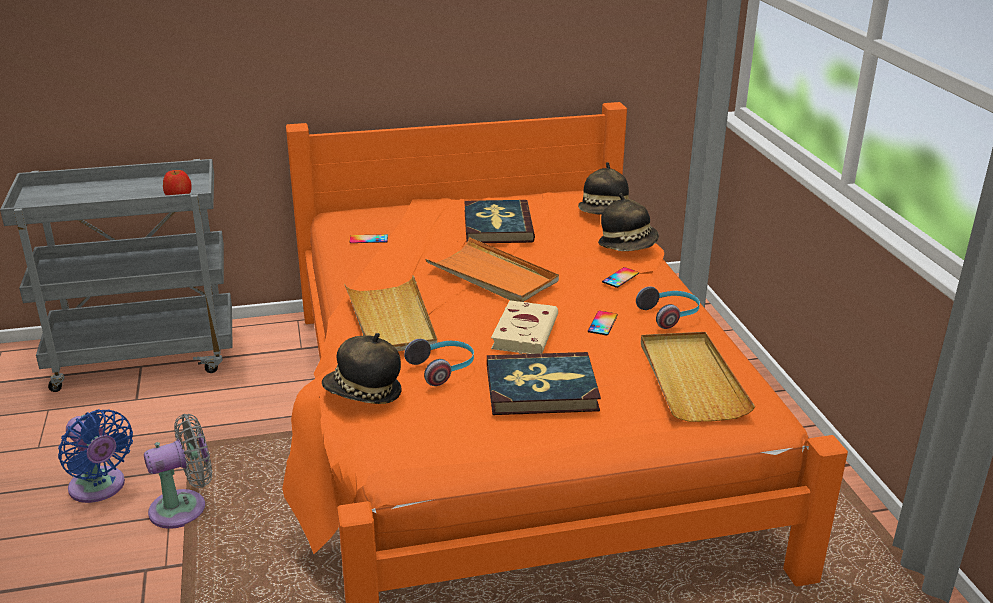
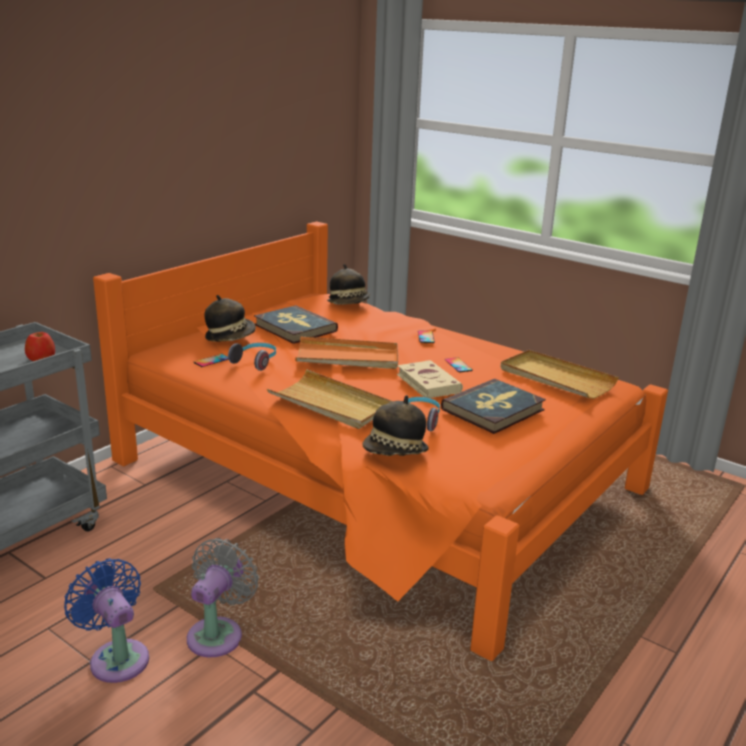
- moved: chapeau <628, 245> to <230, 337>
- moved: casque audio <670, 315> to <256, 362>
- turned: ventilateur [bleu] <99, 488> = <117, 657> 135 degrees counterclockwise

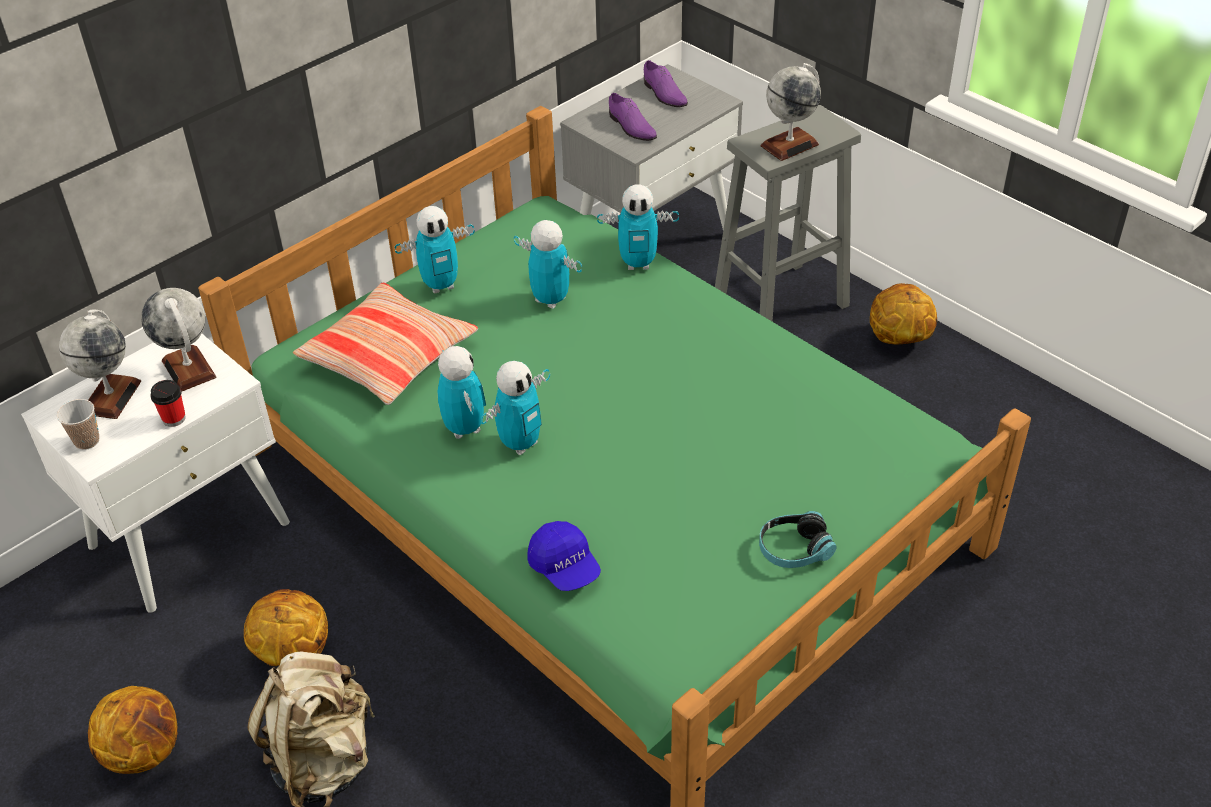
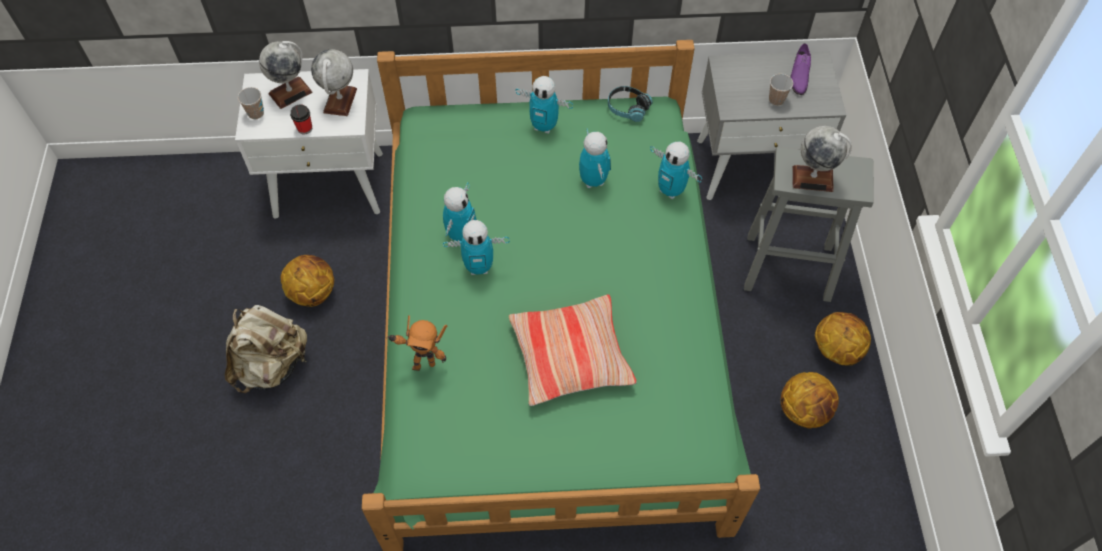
- removed: chaussure [violet] <631, 127>
- moved: coussin <388, 356> to <570, 356>
- moved: casque audio <794, 549> to <628, 108>
- replaced: casquette [bleu] <565, 567> to robot jouet <423, 363>
- moved: ballon de basket <145, 752> to <804, 411>
- added: tasse <776, 100>

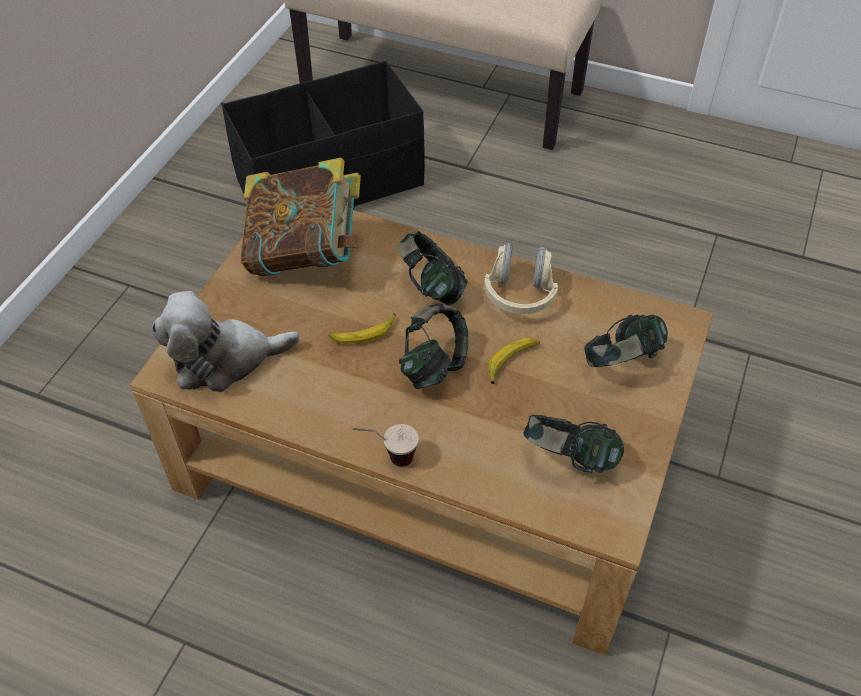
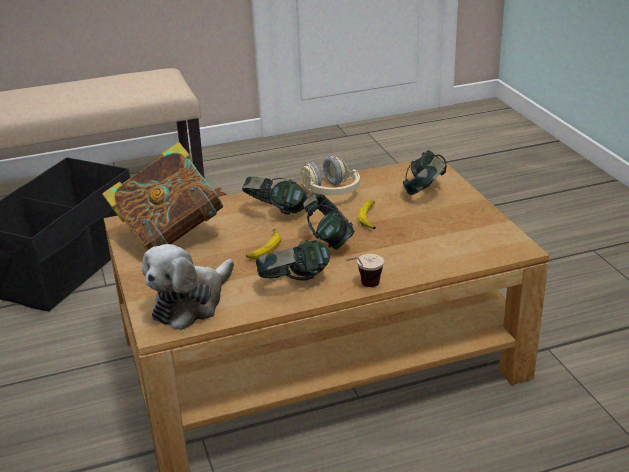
- moved: casque audio <569, 459> to <294, 283>

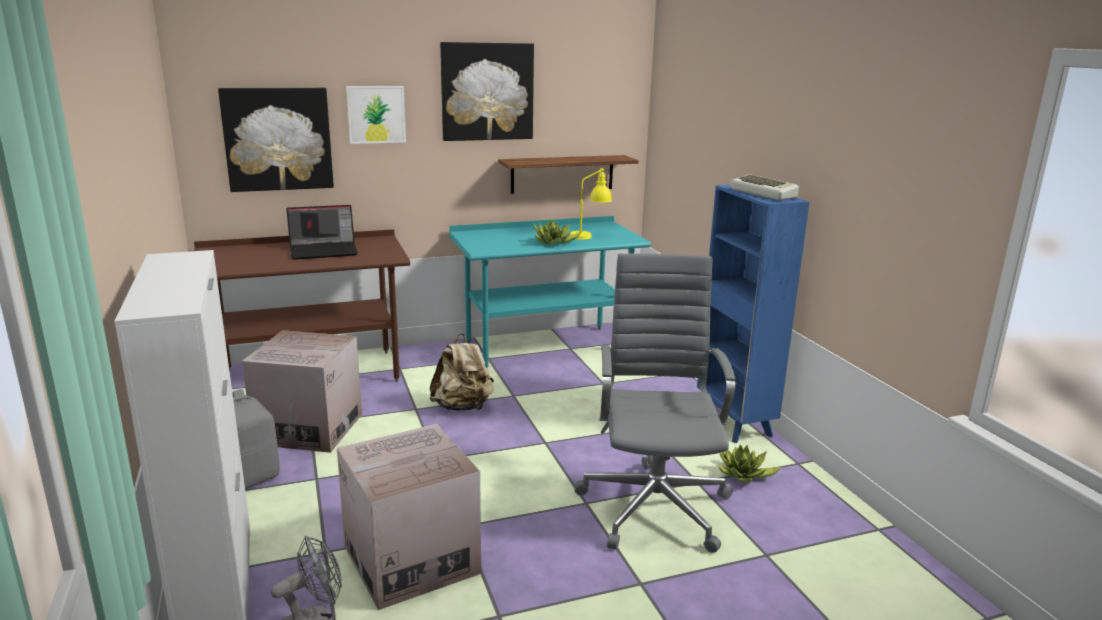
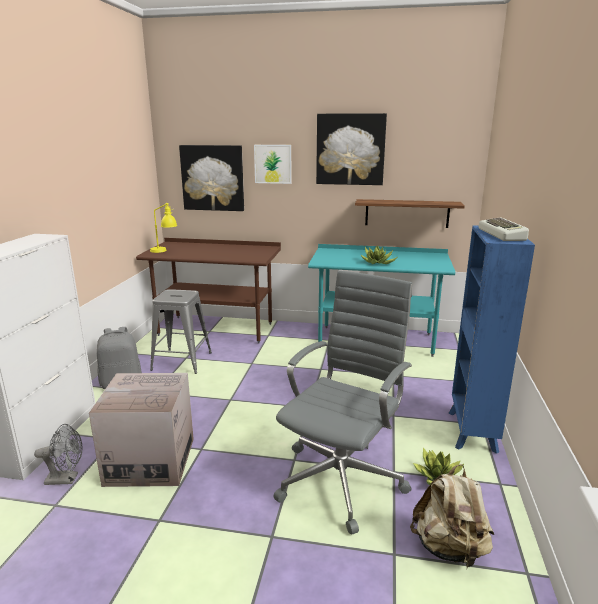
- moved: lampe de table [jaune] <589, 236> to <165, 251>
- removed: ordinateur portable <324, 251>
- replaced: carton <309, 429> to tabouret [gris] <182, 361>
- moved: sac à dos [beige] <463, 407> to <449, 548>

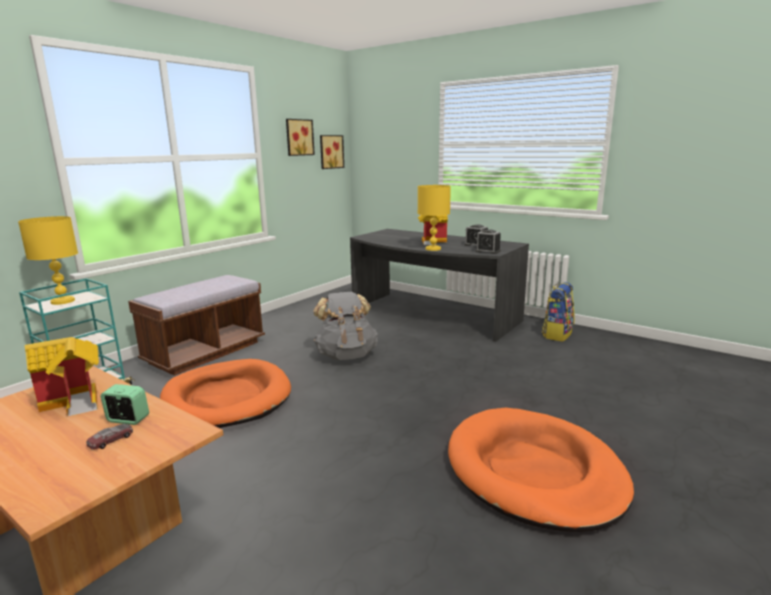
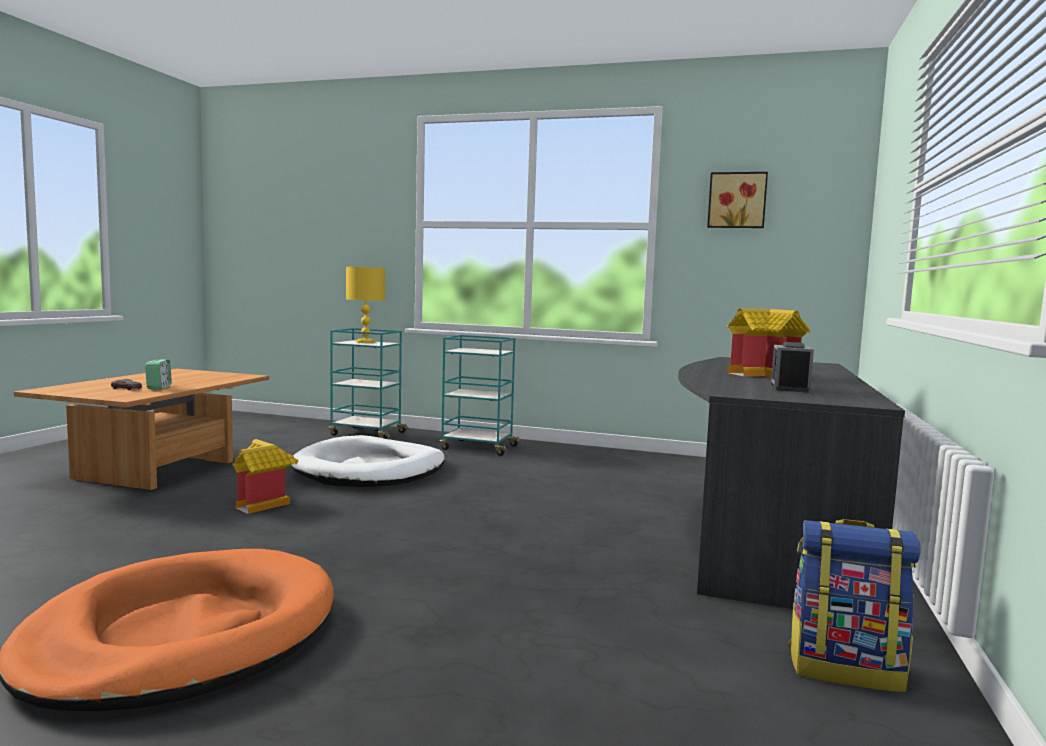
- removed: tableau <330, 152>
- removed: lampe de table [jaune] <432, 249>
- removed: réveil <487, 251>
- replaced: banc [marron] <205, 352> to chariot [turquoise] <478, 447>
- removed: sac à dos [gris] <346, 355>
- moved: maison miniature <77, 401> to <264, 504>
- recoloured: panier pour chien [orange] <227, 398> to panier pour chien [blanc] <370, 470>

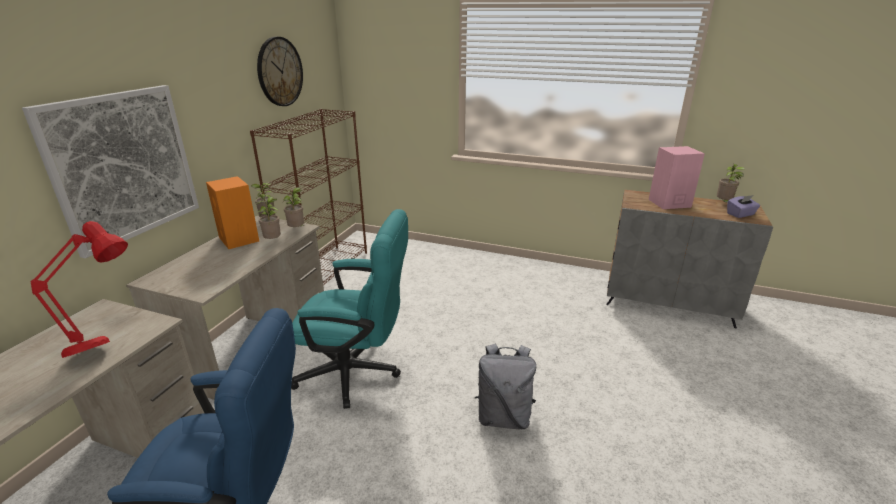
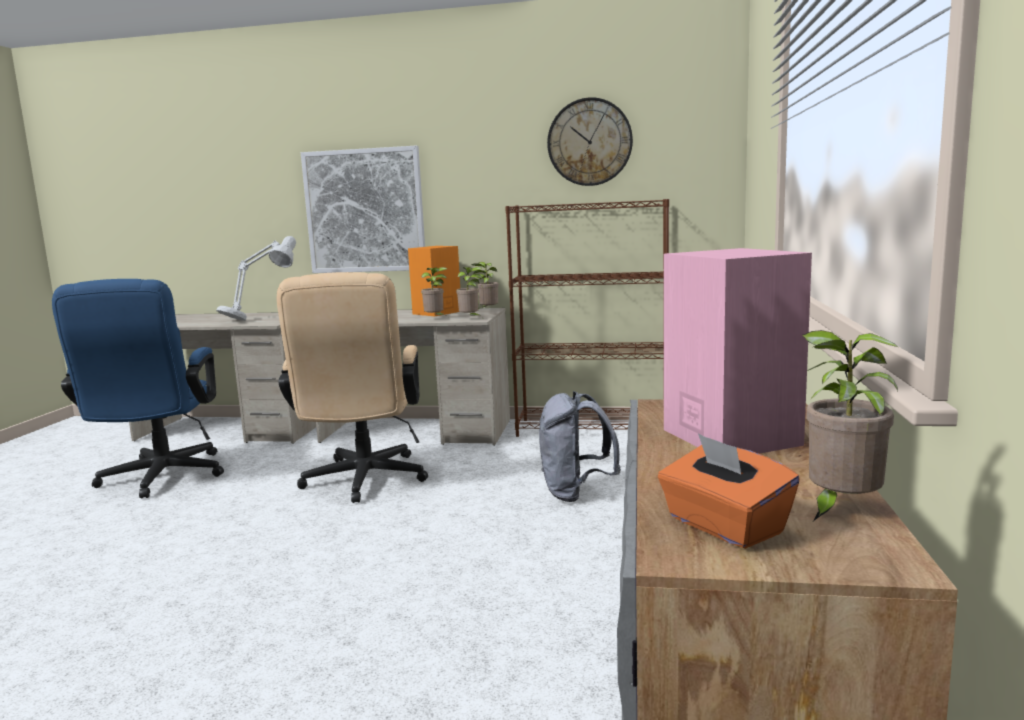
- recoloured: boîte à mouchoirs [violet] <740, 214> to boîte à mouchoirs [orange] <724, 526>
- recoloured: chaise de bureau [turquoise] <357, 373> to chaise de bureau [beige] <363, 482>
- recoloured: lampe de table [rouge] <103, 335> to lampe de table [gris] <260, 319>
- moved: sac à dos [gris] <503, 417> to <575, 493>

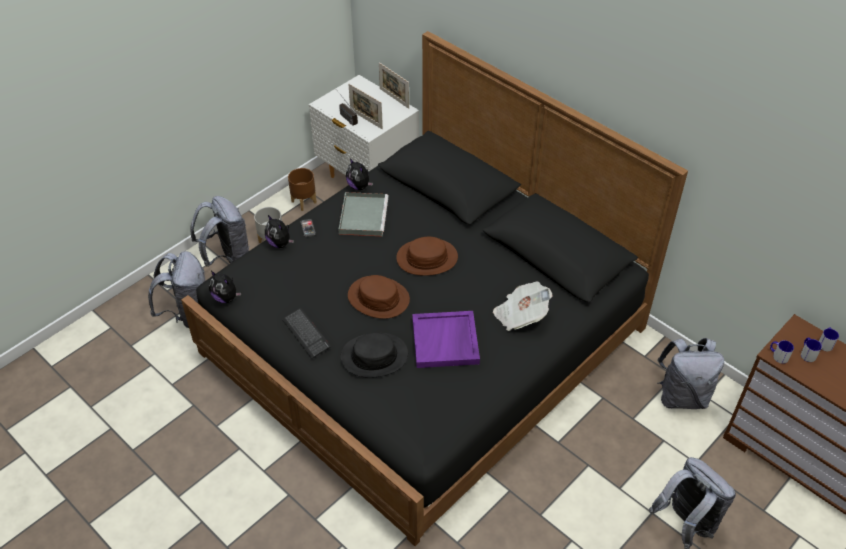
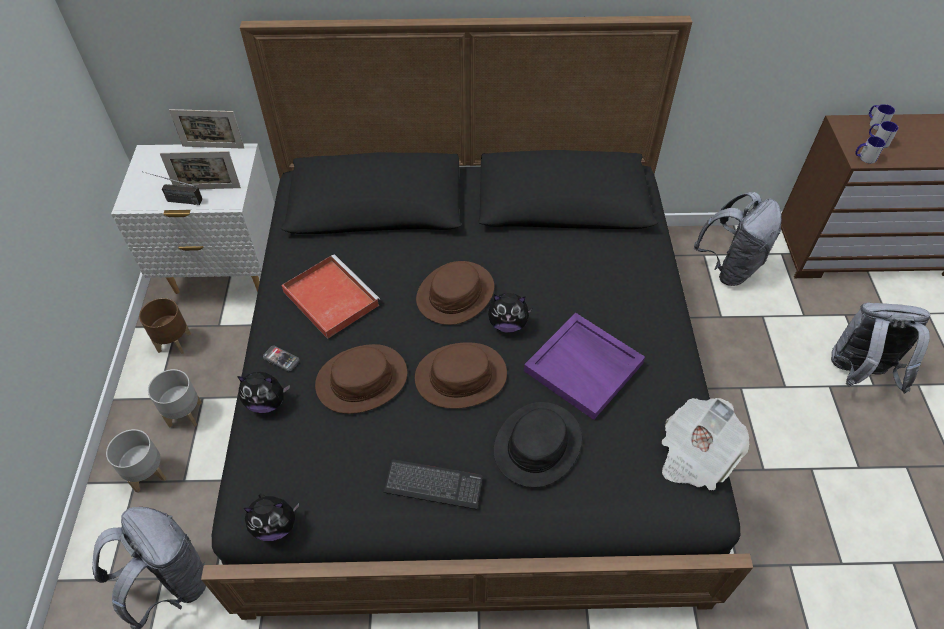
- moved: peluche <359, 186> to <508, 324>
- recoloured: plateau [gris] <363, 215> to plateau [rouge] <329, 297>
- replaced: sac à dos [gris] <227, 257> to cache-pot [gris] <147, 474>
- moved: journal <520, 315> to <695, 455>
- added: chapeau [marron] <361, 379>

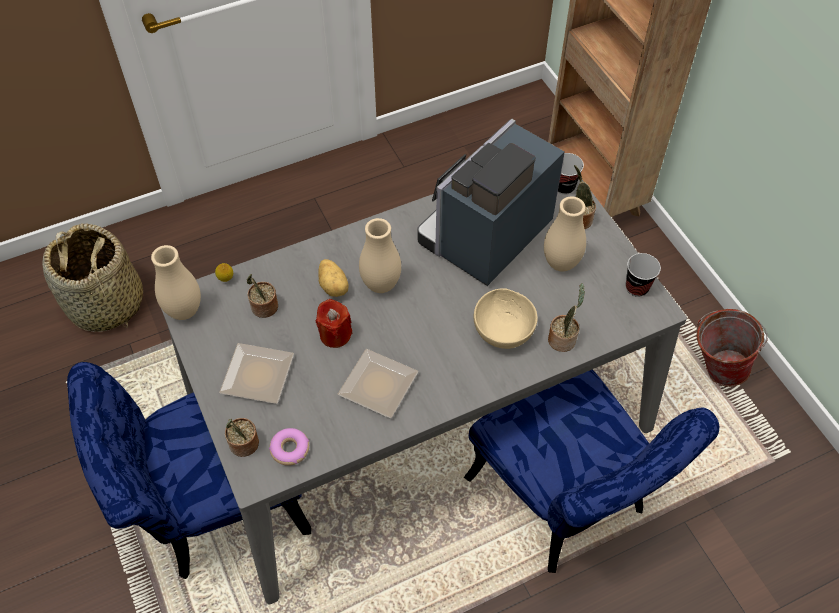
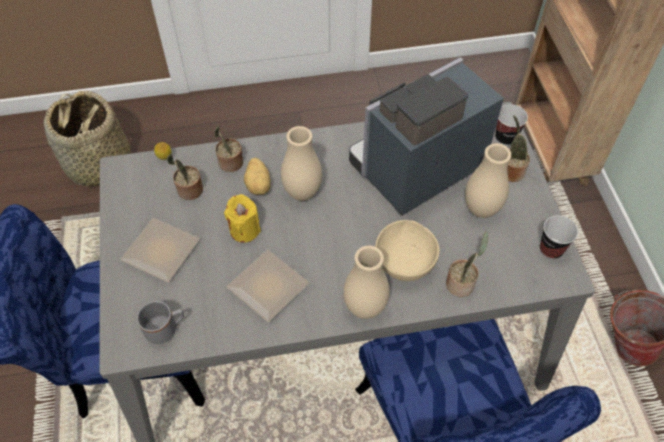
- moved: vase [beige] <184, 311> to <365, 308>
- recoloured: bougie [rouge] <335, 334> to bougie [jaune] <244, 230>
- moved: plante en pot <243, 445> to <230, 164>
- replaced: beignet <290, 449> to mug [gris] <165, 329>

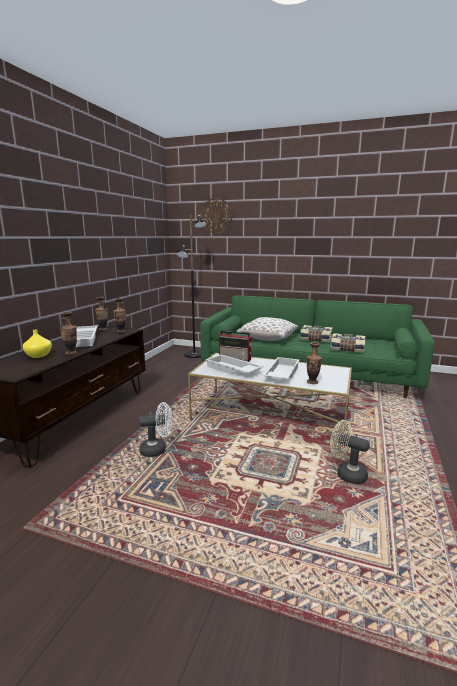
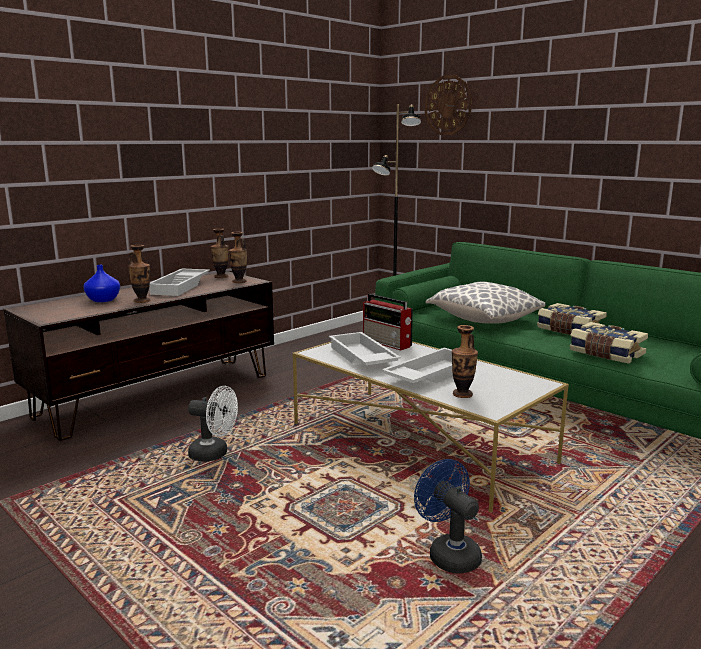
- recoloured: vase [jaune] <38, 356> to vase [bleu] <102, 300>
- recoloured: ventilateur [beige] <346, 474> to ventilateur [bleu] <448, 554>

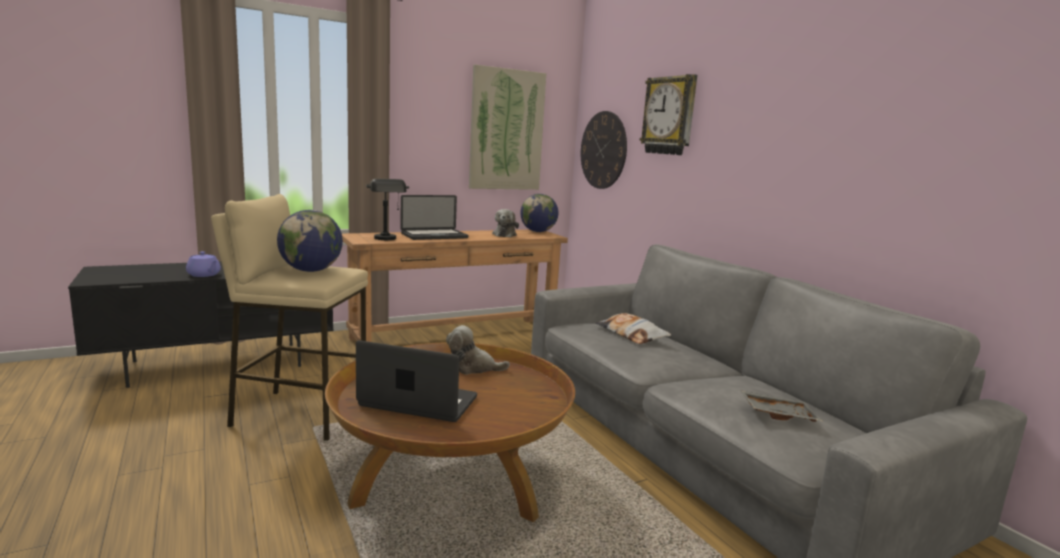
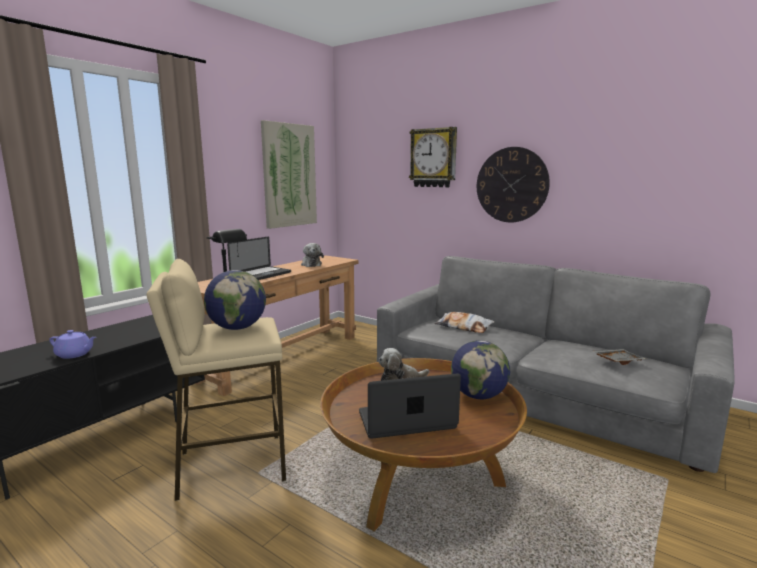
- moved: horloge murale <603, 150> to <511, 185>
- moved: globe <538, 231> to <478, 396>

